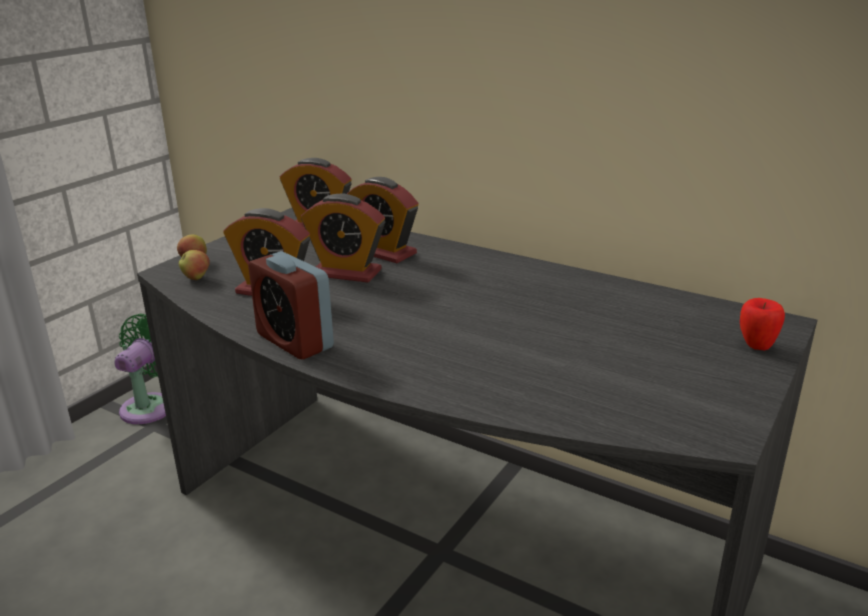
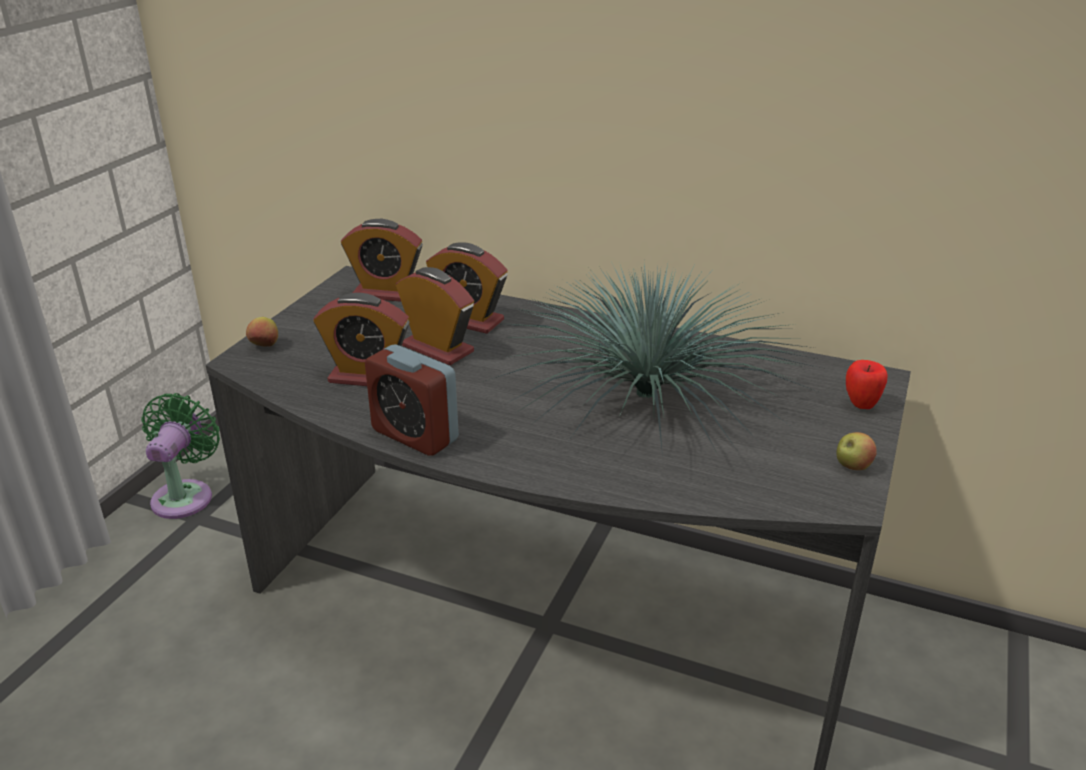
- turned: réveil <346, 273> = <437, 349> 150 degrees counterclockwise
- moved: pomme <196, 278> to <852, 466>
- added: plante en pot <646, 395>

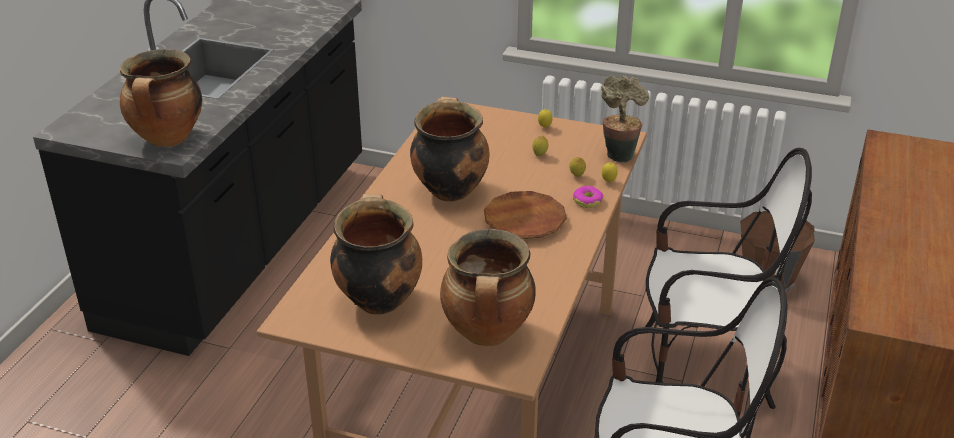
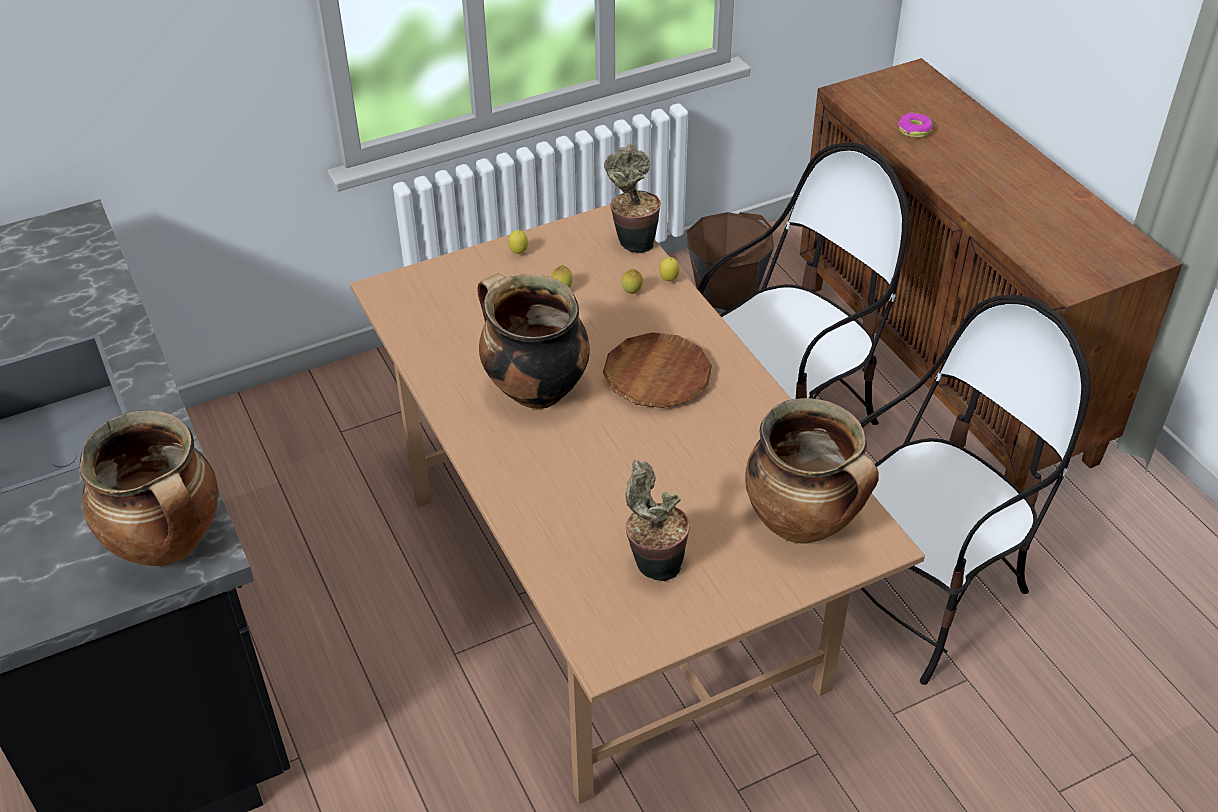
- moved: beignet <587, 201> to <914, 130>
- replaced: marmite <378, 299> to plante en pot <653, 565>

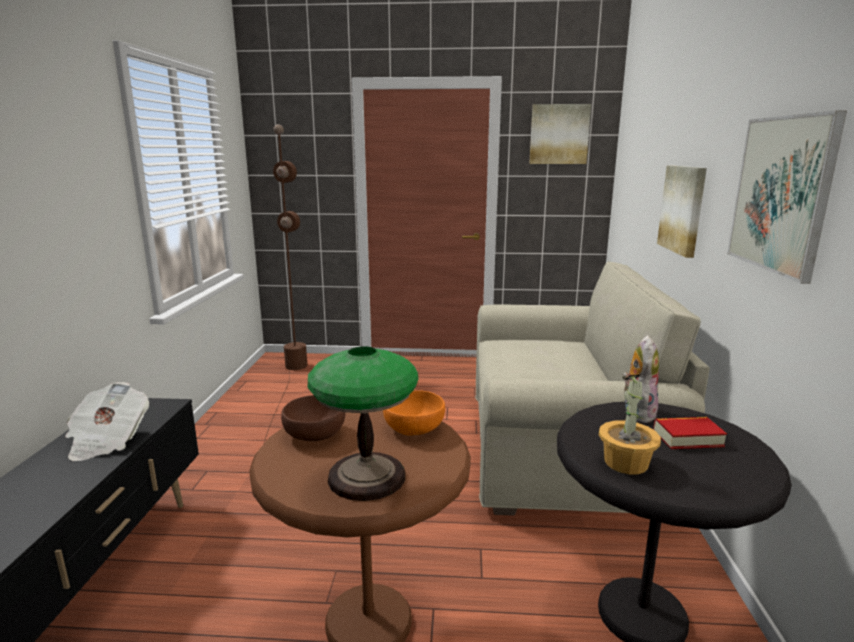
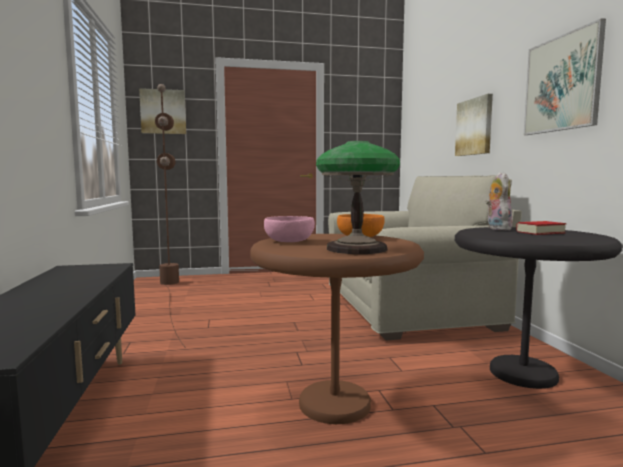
- moved: tableau <559, 134> to <163, 112>
- removed: plante en pot <626, 463>
- removed: journal <108, 440>
- recoloured: bol [marron] <314, 433> to bol [rose] <288, 241>

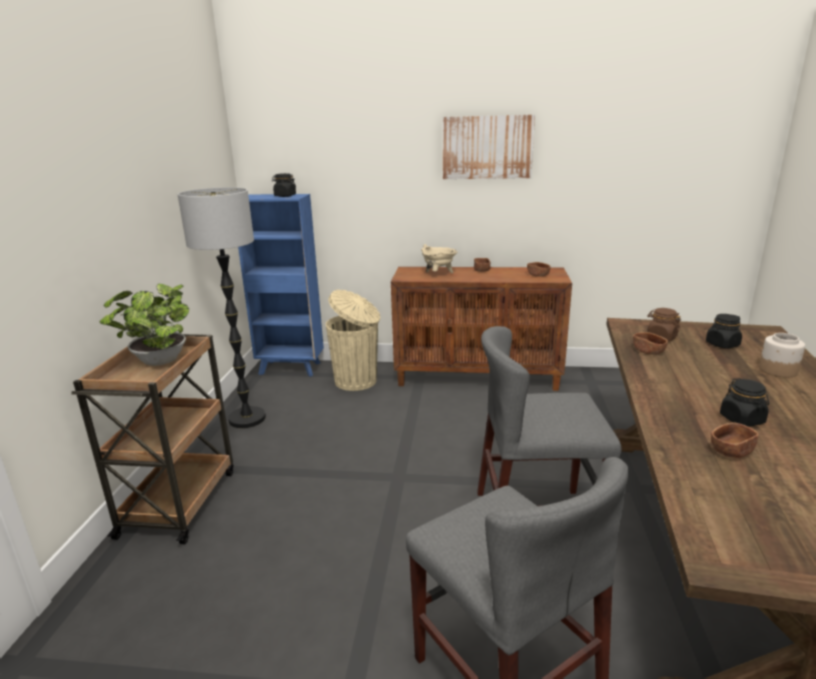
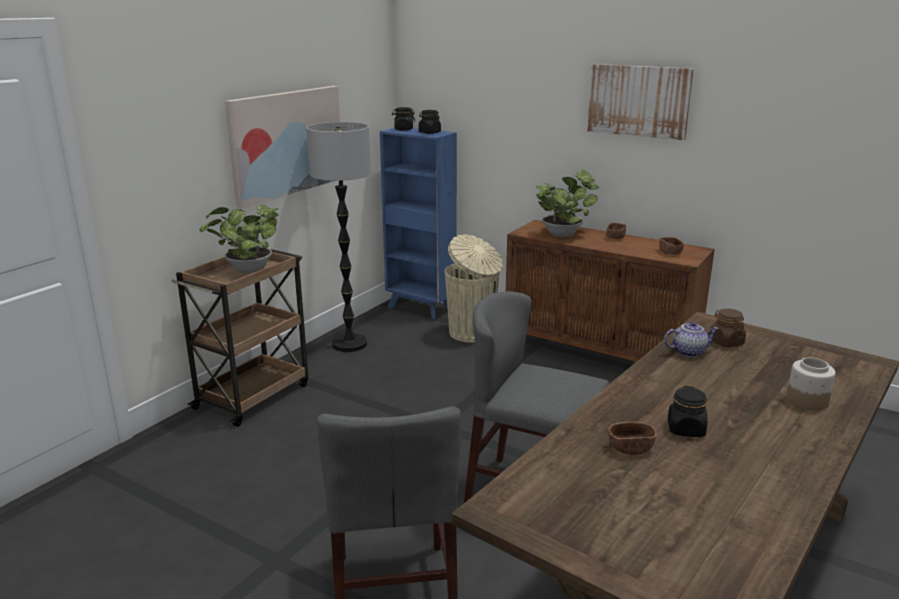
- replaced: marmite [beige] <438, 274> to plante en pot <564, 234>
- moved: bocal [noir] <722, 344> to <403, 129>
- replaced: bol [marron] <648, 351> to théière <688, 352>
- added: tableau <286, 143>

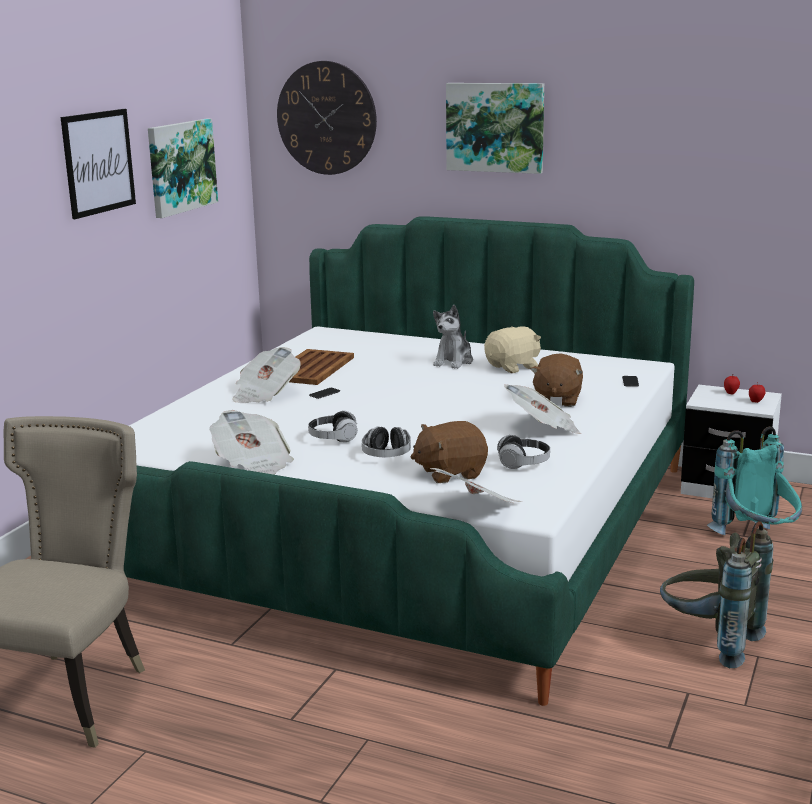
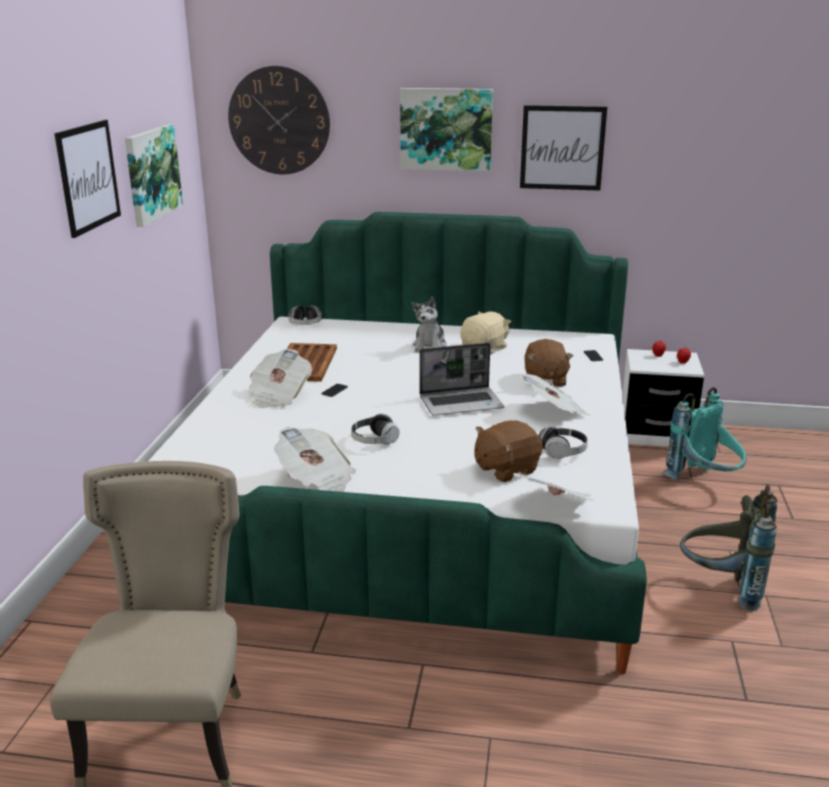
- moved: casque audio <386, 456> to <305, 325>
- added: tableau <562, 148>
- added: ordinateur portable <462, 403>

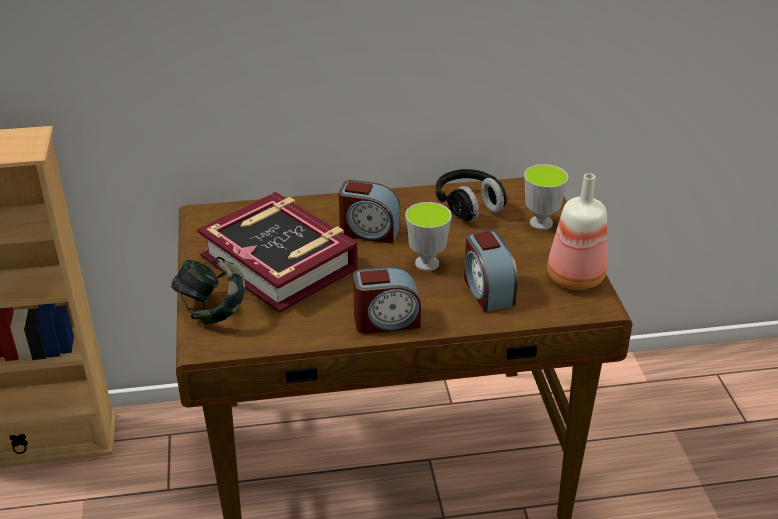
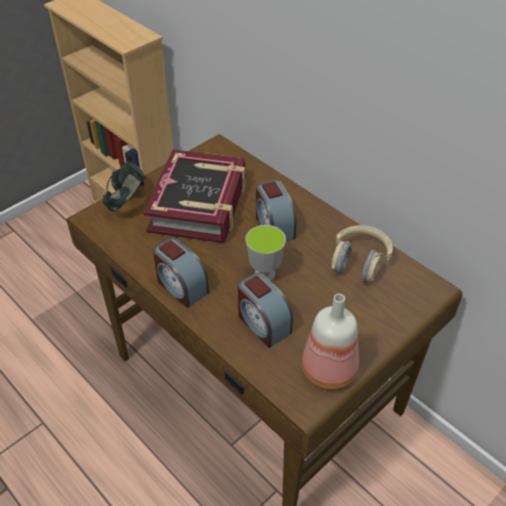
- removed: tasse <541, 223>
- recoloured: casque audio [noir] <469, 207> to casque audio [beige] <359, 262>
- turned: réveil <487, 290> = <263, 323> 75 degrees counterclockwise

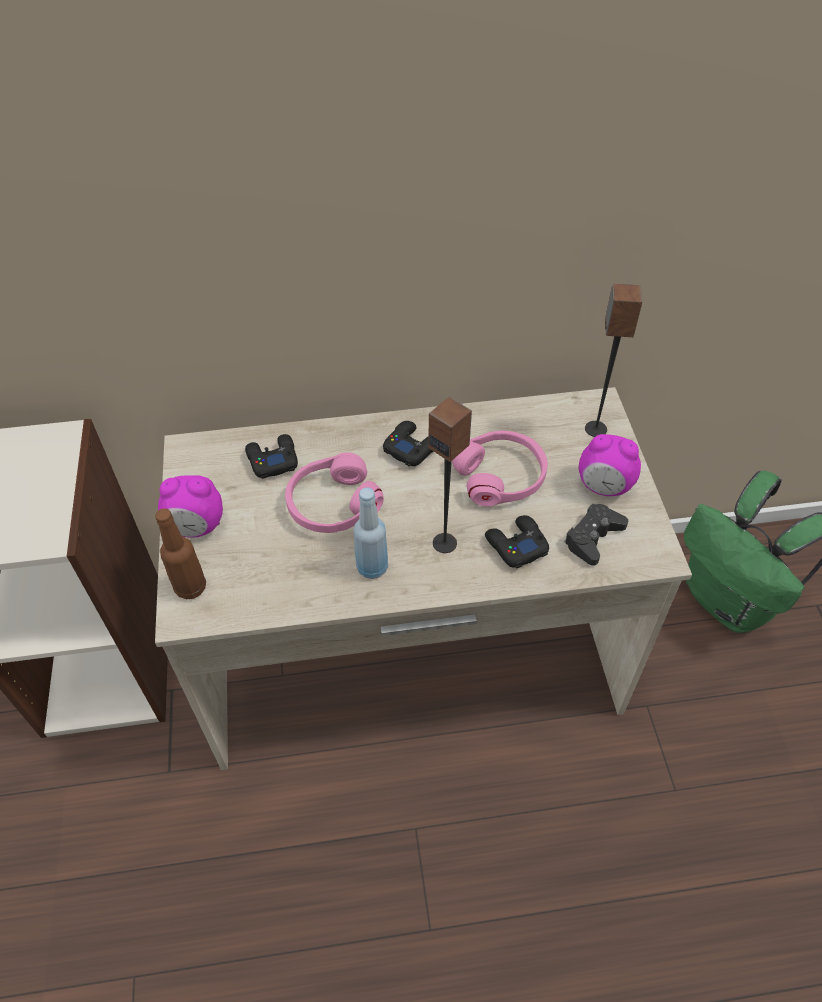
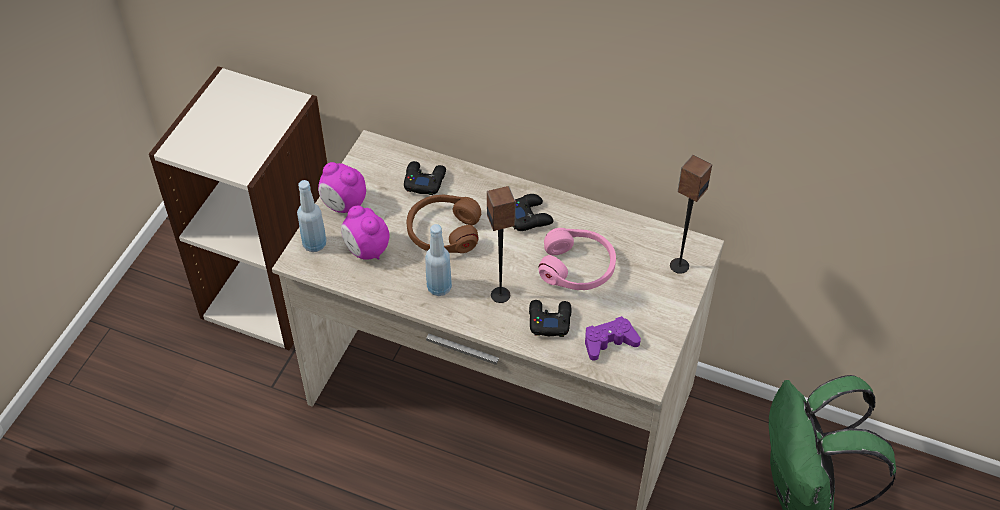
- moved: réveil <604, 486> to <366, 250>
- recoloured: casque audio [rose] <333, 504> to casque audio [marron] <443, 232>
- recoloured: manette [noir] <593, 538> to manette [violet] <609, 342>
- recoloured: bouteille [marron] <191, 587> to bouteille [bleu] <314, 244>

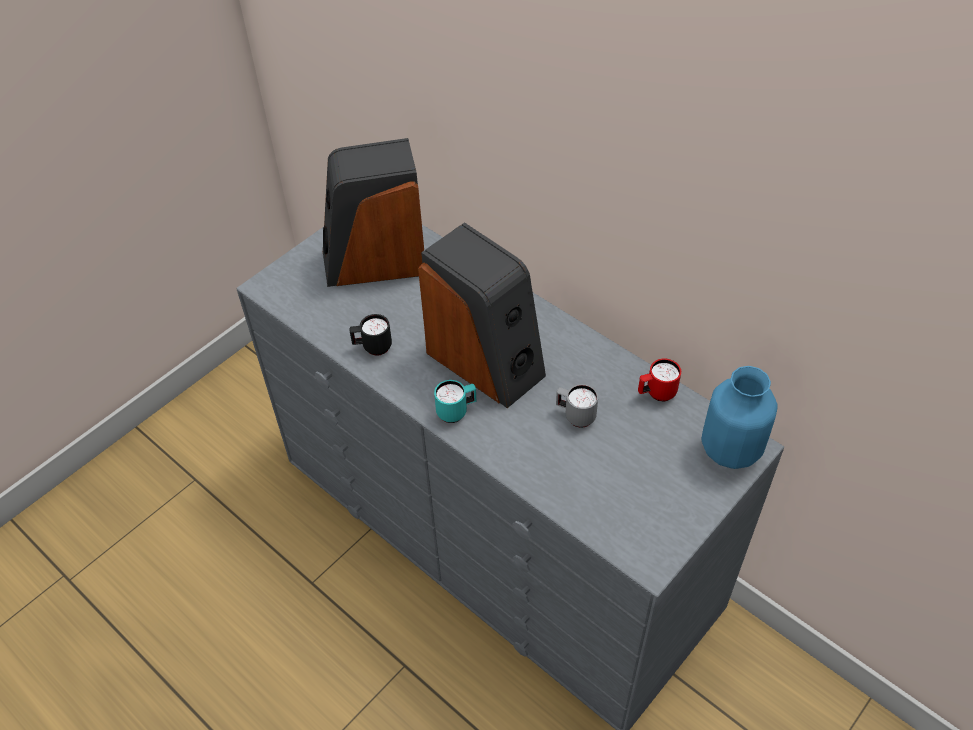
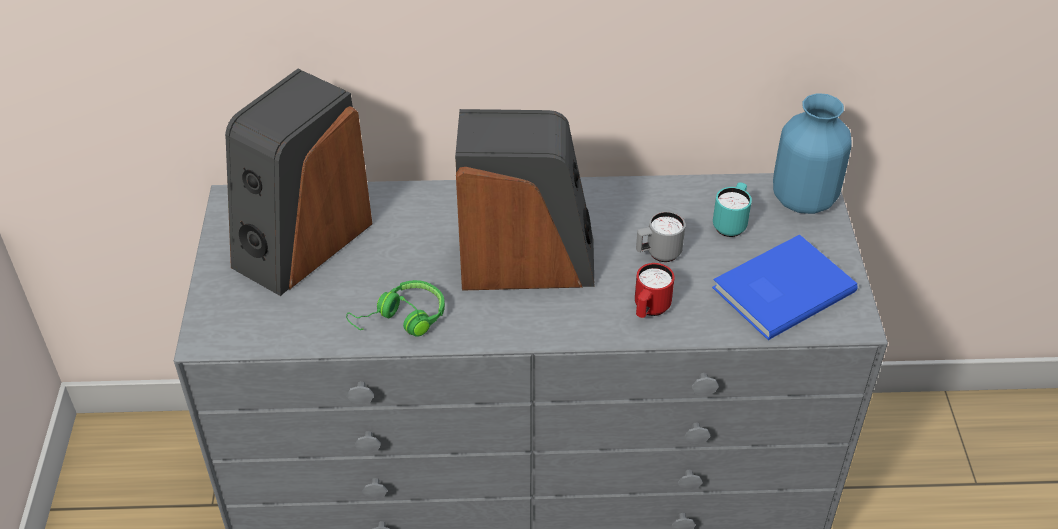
- replaced: mug [noir] <372, 347> to casque audio [vert] <402, 319>
- moved: mug [rouge] <656, 393> to <649, 310>
- moved: mug [turquoise] <456, 412> to <731, 224>
- added: livre [bleu] <780, 289>

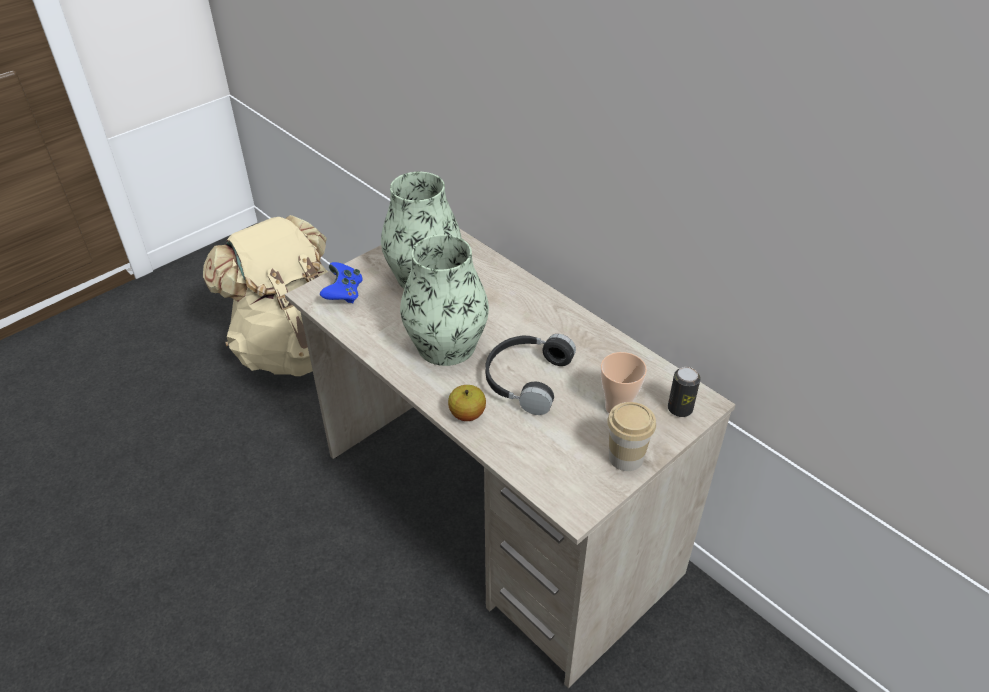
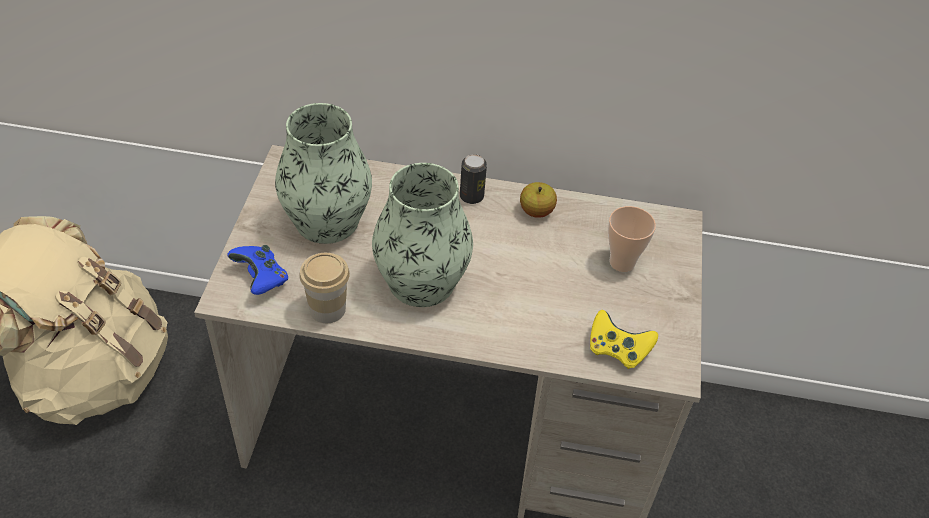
- removed: casque audio [noir] <525, 379>
- moved: boîte métallique <680, 409> to <471, 196>
- moved: pomme <467, 414> to <536, 211>
- moved: tasse <625, 457> to <327, 309>
- added: manette [jaune] <617, 350>

